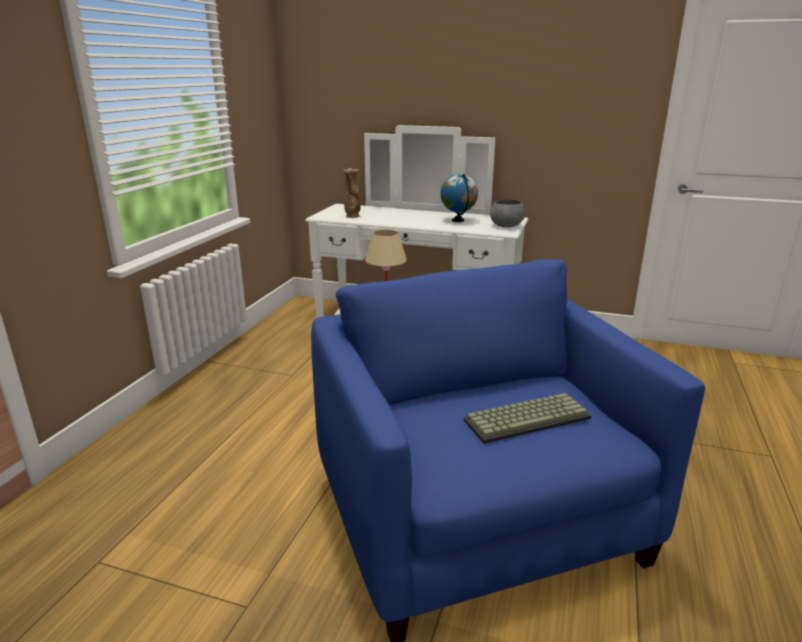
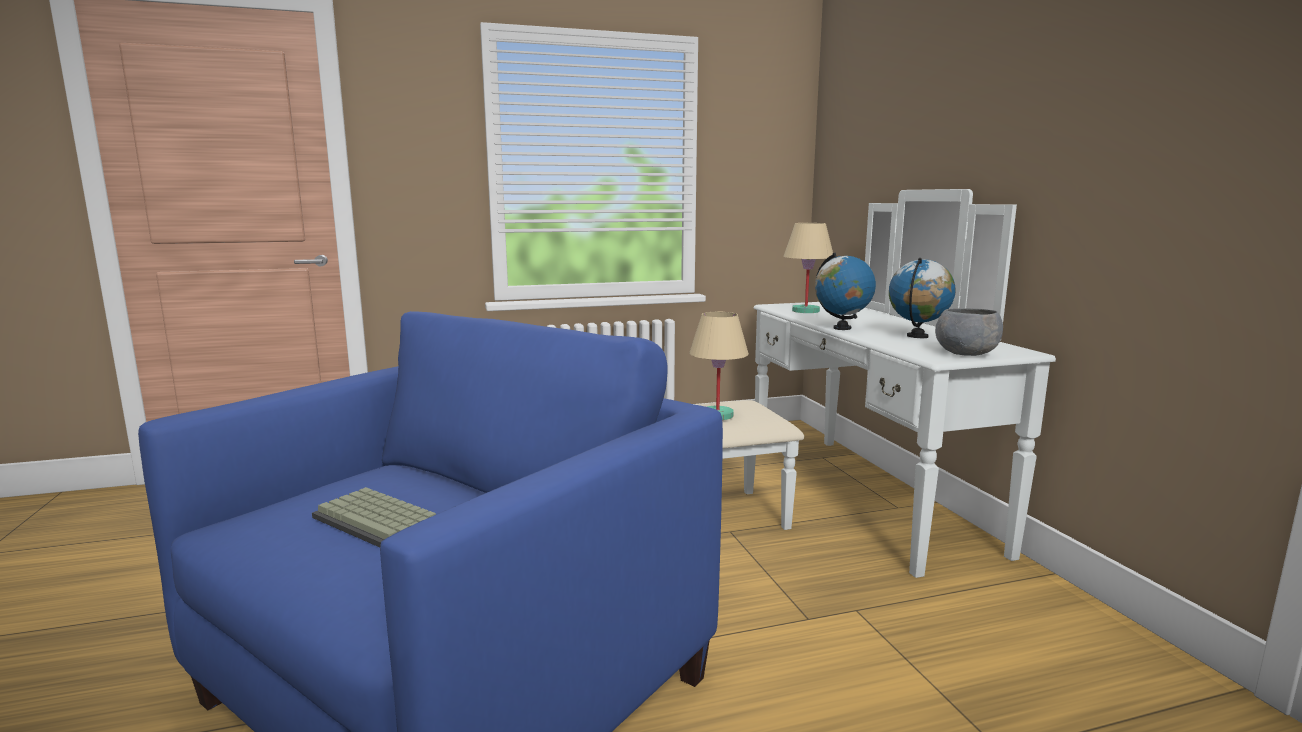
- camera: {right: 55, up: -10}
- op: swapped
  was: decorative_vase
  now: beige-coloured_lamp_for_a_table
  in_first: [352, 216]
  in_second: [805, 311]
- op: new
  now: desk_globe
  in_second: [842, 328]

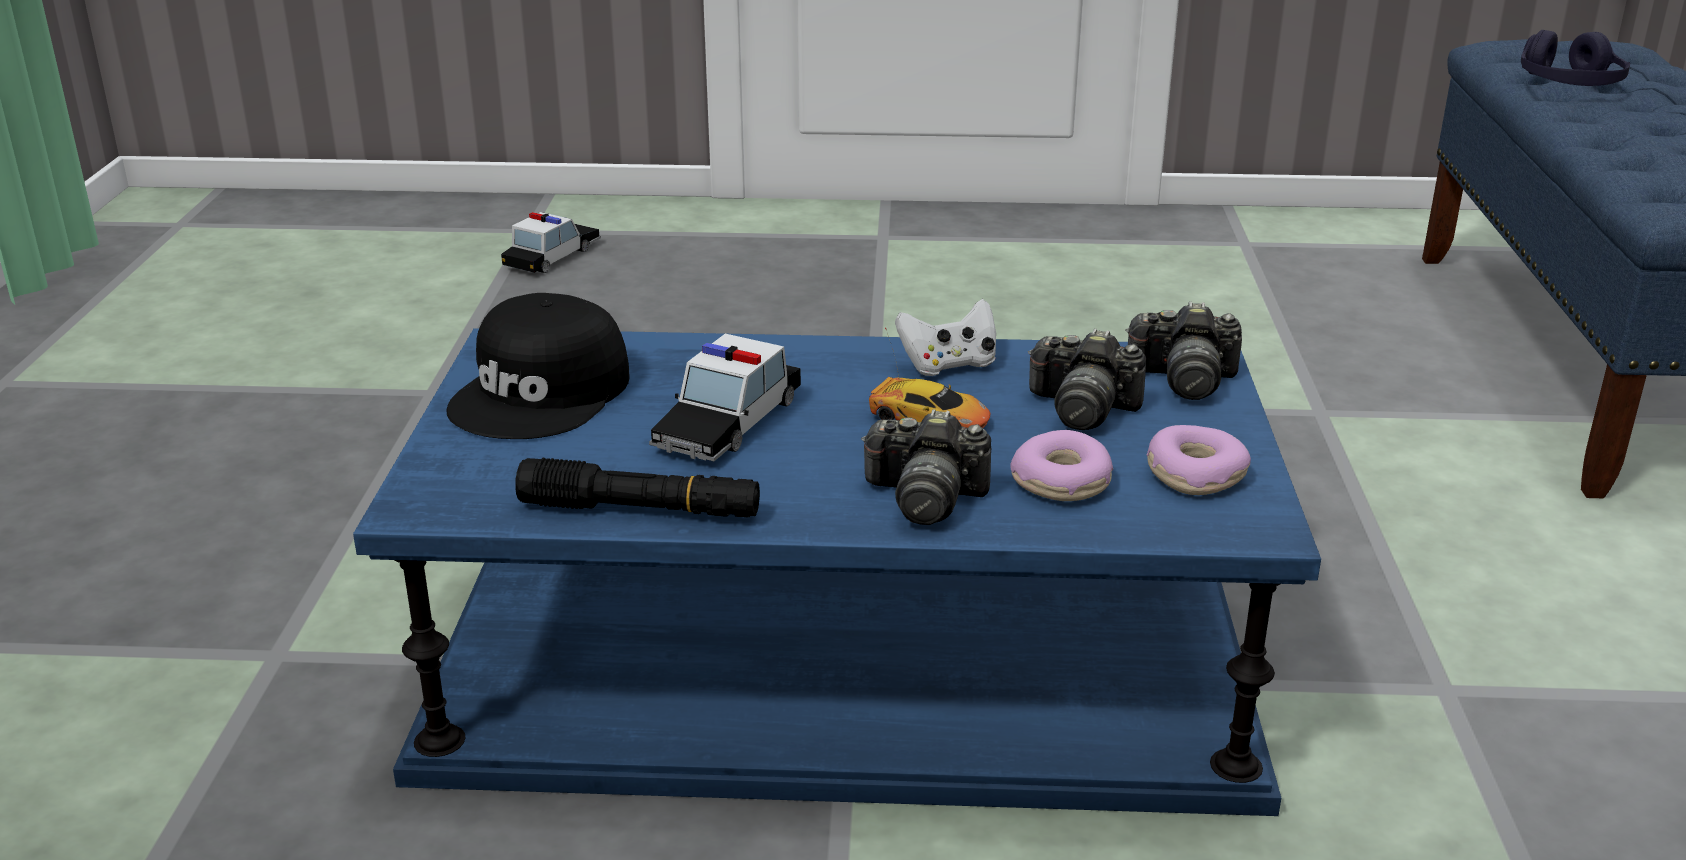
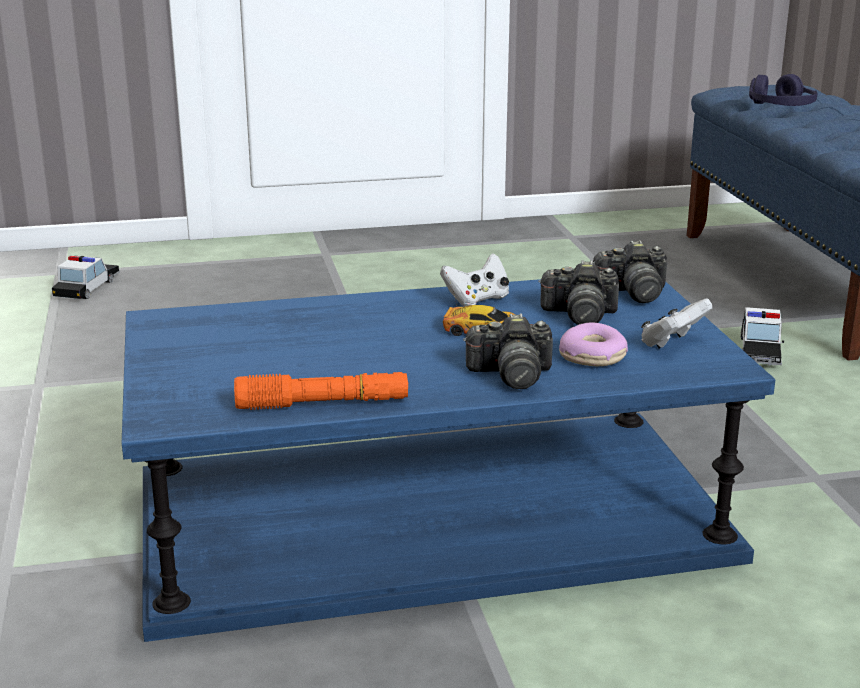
- camera: {right: -15, up: -5}
- op: gone
  was: blackish_cap
  in_first: [543, 393]
- op: shifted
  was: model_car
  in_first: [728, 423]
  in_second: [759, 350]
- op: swapped
  was: doughnut
  now: white-coloured_game_controller
  in_first: [1195, 474]
  in_second: [672, 343]
- op: repainted
  was: blackish_flashlight
  now: orange-coloured_flashlight
  in_first: [640, 510]
  in_second: [323, 404]

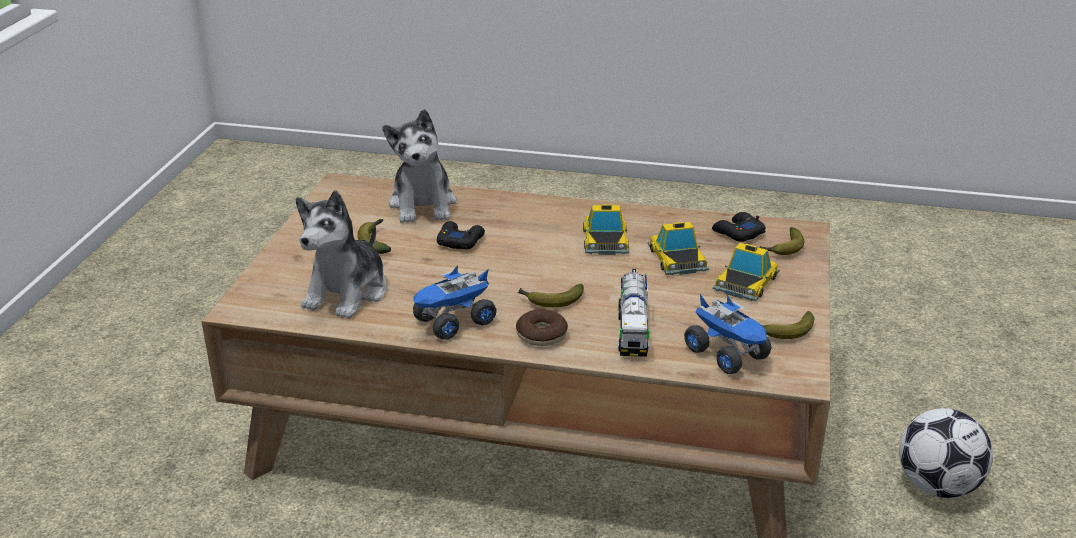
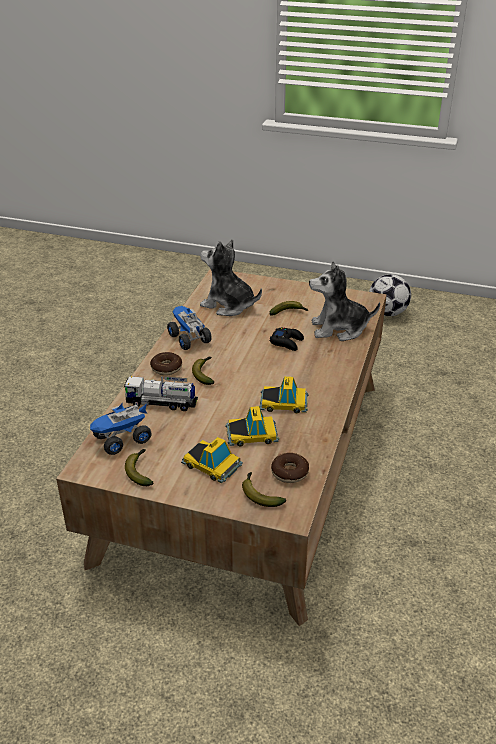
- camera: {right: 95, up: 5}
- op: swapped
  was: blackish_game_controller
  now: doughnut
  in_first: [737, 233]
  in_second: [289, 472]
- op: shifted
  was: football
  in_first: [937, 486]
  in_second: [387, 313]

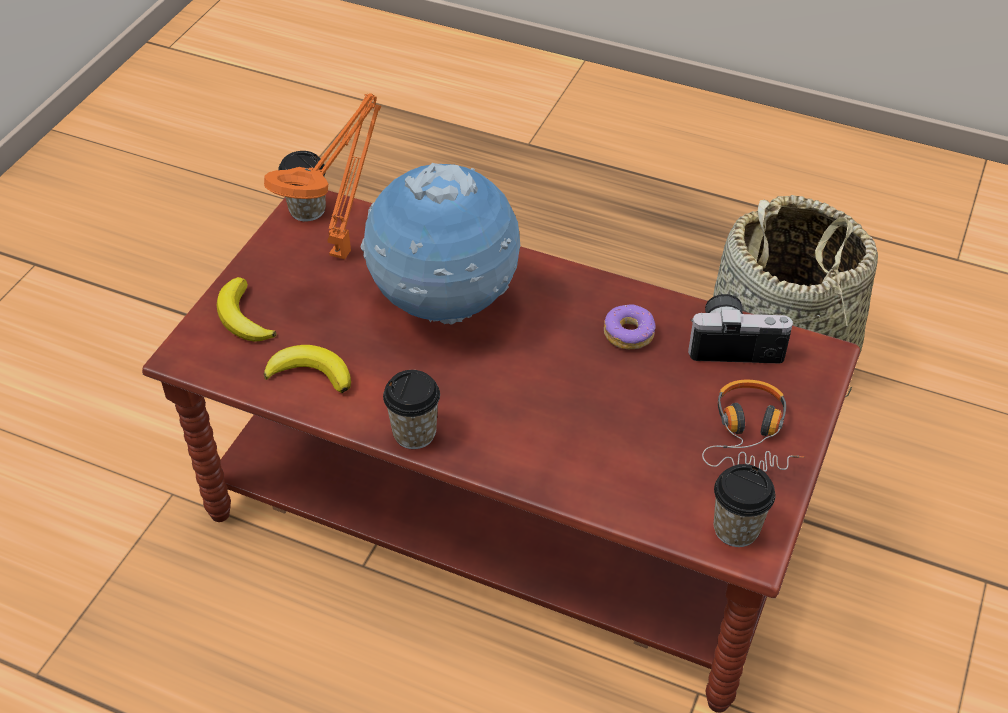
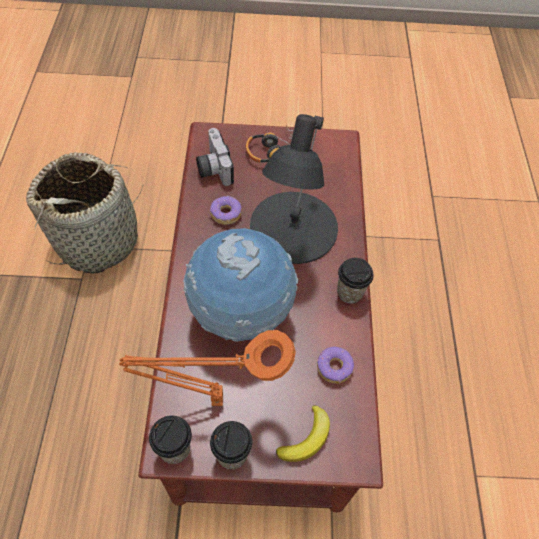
- camera: {right: -115, up: 10}
- op: swapped
  was: banana_fruit
  now: doughnut
  in_first: [311, 373]
  in_second: [334, 368]
- op: shifted
  was: cup
  in_first: [736, 529]
  in_second: [232, 454]
- op: new
  now: blackish_lamp_for_a_table
  in_second: [292, 228]

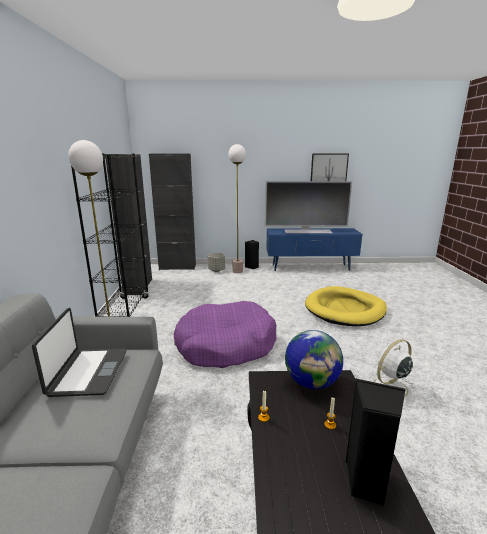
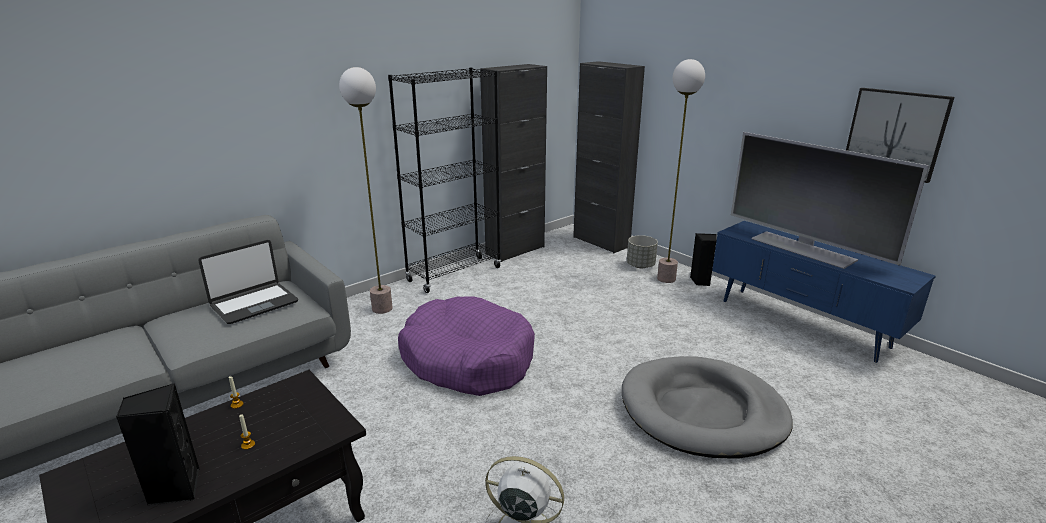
- camera: {right: 50, up: 5}
- op: repainted
  was: yellow-coloured_pet_bed
  now: greyish_pet_bed
  in_first: [345, 309]
  in_second: [702, 411]
- op: gone
  was: desk_globe
  in_first: [312, 382]

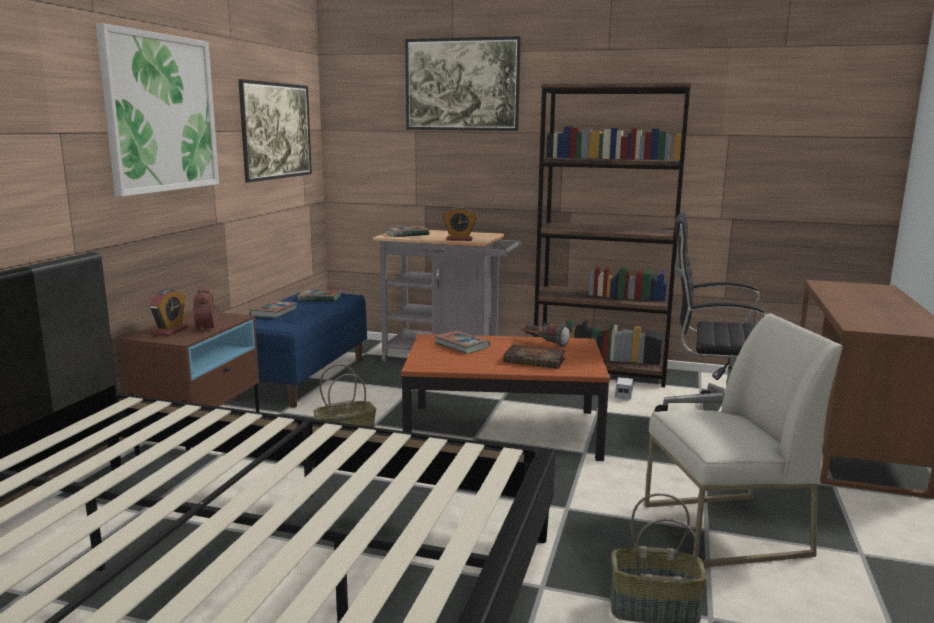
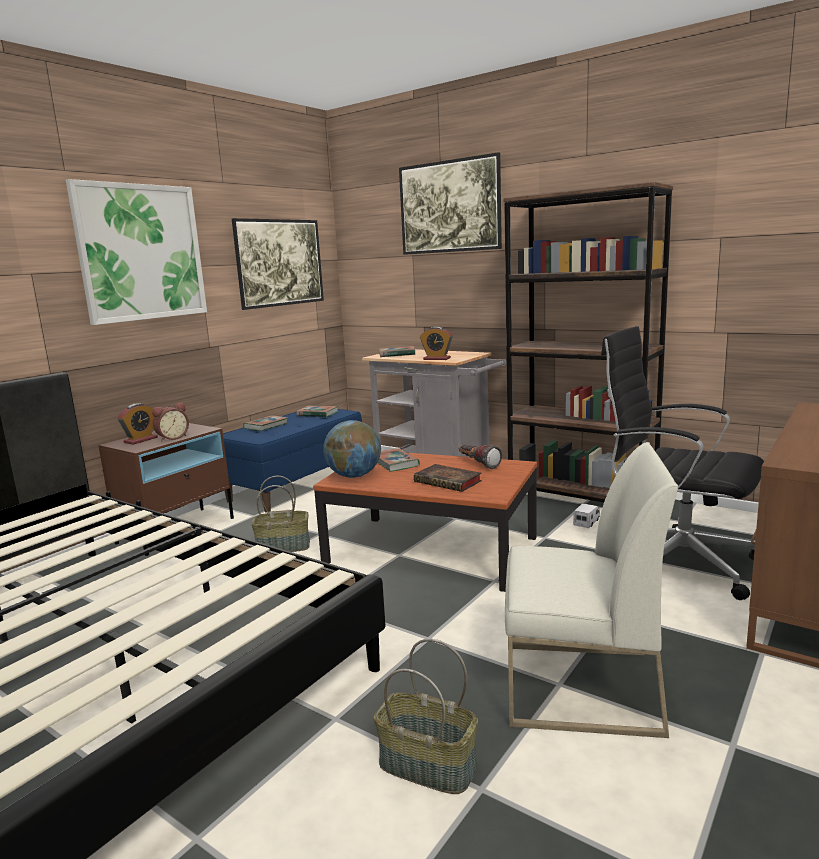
- camera: {right: 20, up: 0}
- op: rotated
  was: alarm_clock
  in_first: [208, 327]
  in_second: [172, 438]
  clockwise: -135
- op: new
  now: desk_globe
  in_second: [354, 476]

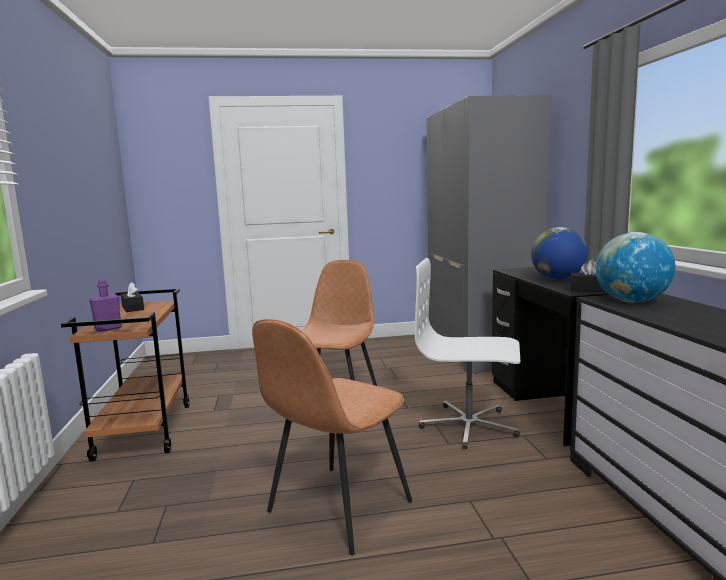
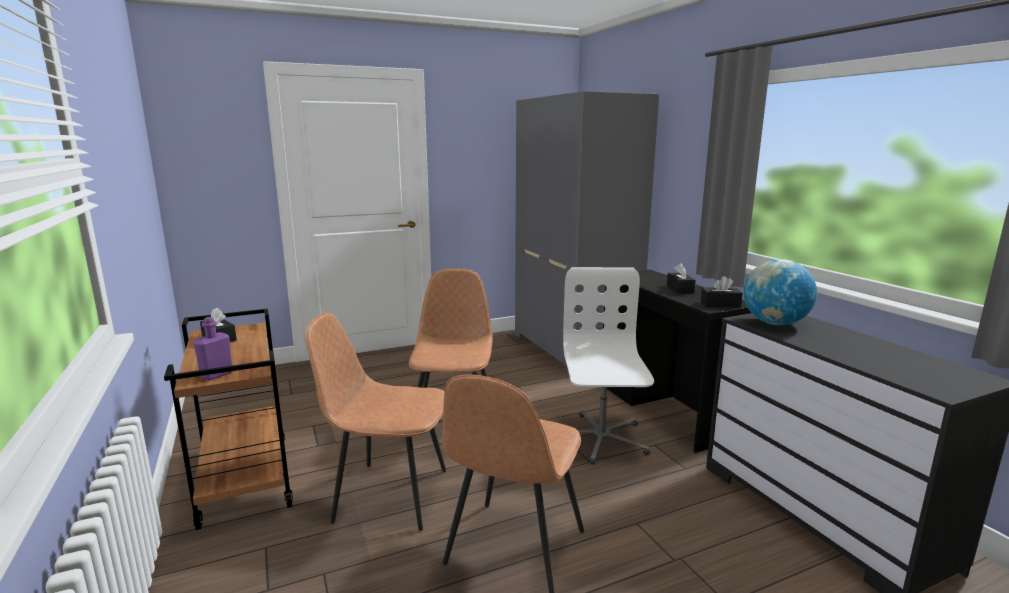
- camera: {right: -15, up: 5}
- op: swapped
  was: desk_globe
  now: blackish_box_of_tissues
  in_first: [558, 279]
  in_second: [680, 289]
- op: rotated
  was: white-coloured_computer_chair
  in_first: [469, 426]
  in_second: [600, 439]
  clockwise: 90
- op: new
  now: brown_upright_chair
  in_second: [388, 494]

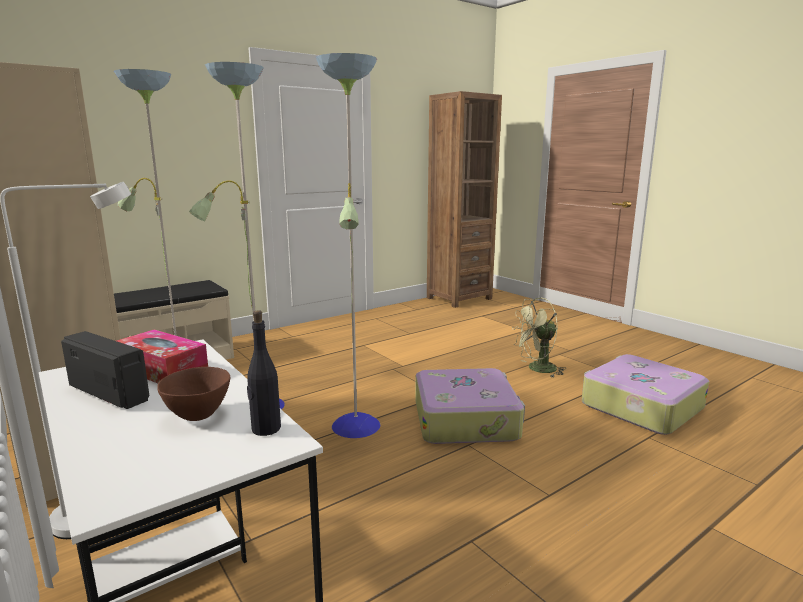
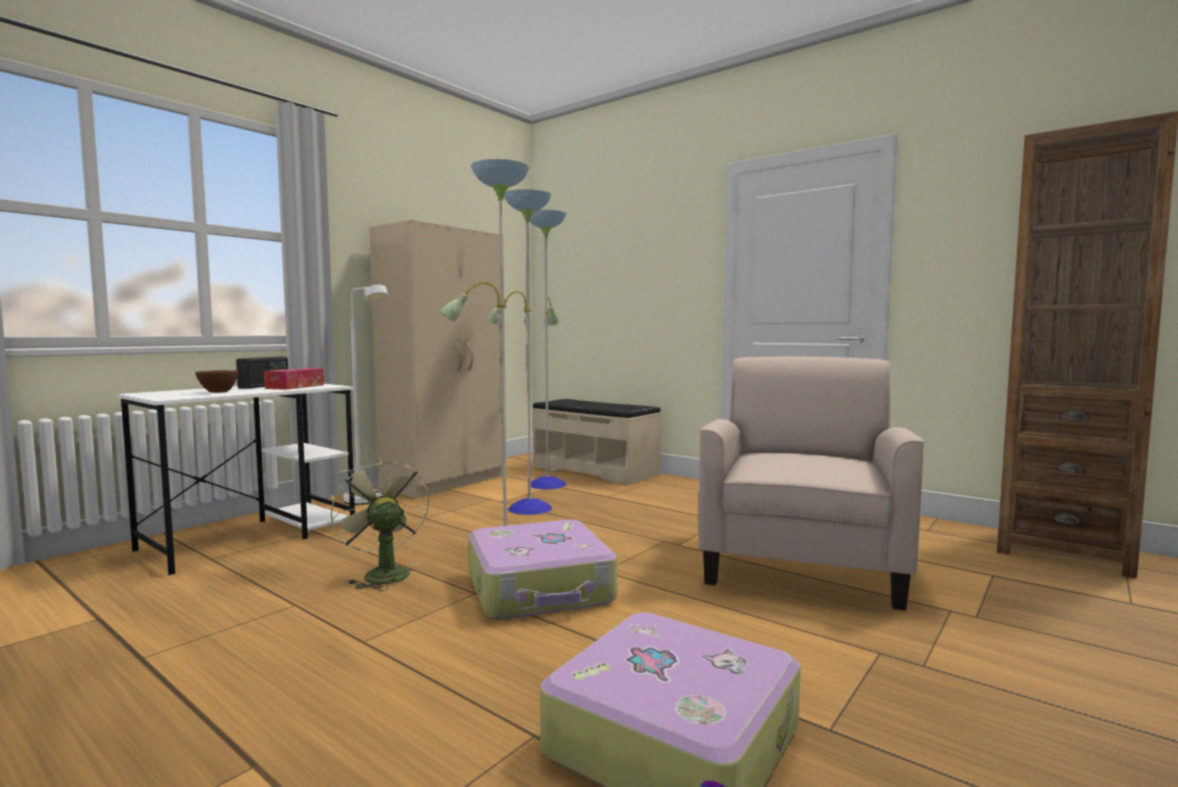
- camera: {right: 75, up: -10}
- op: shifted
  was: greenish_electric_fan
  in_first: [537, 369]
  in_second: [382, 573]
- op: gone
  was: blackish_beverage_bottle
  in_first: [265, 429]
- op: new
  now: beige-coloured_lounge_chair
  in_second: [801, 564]

